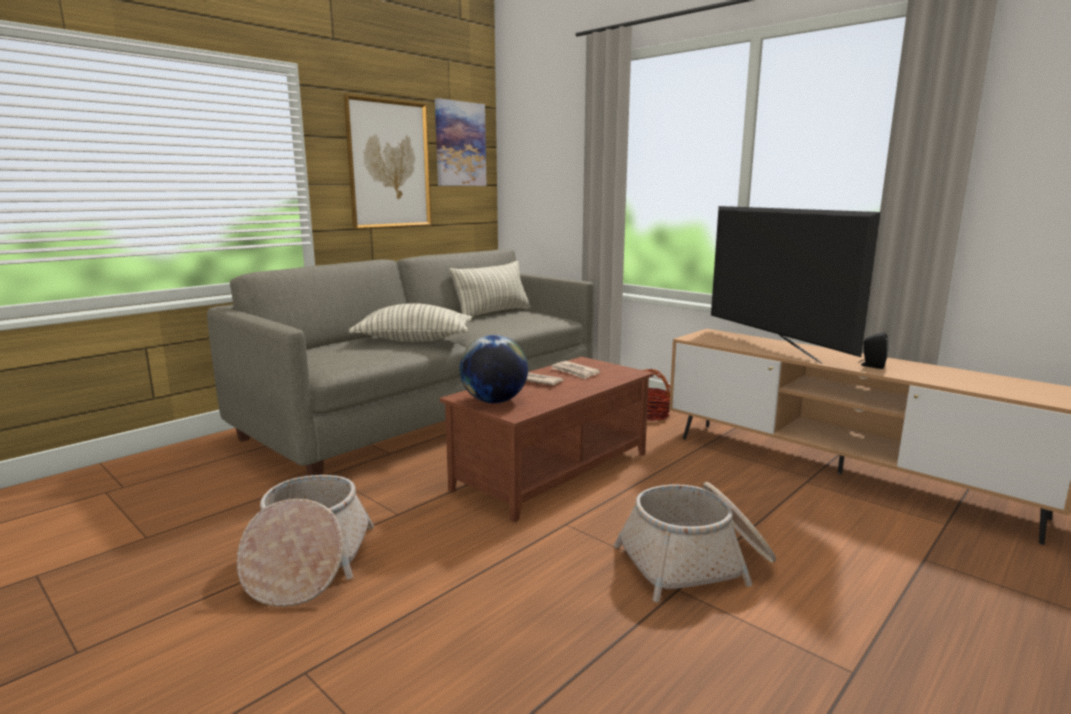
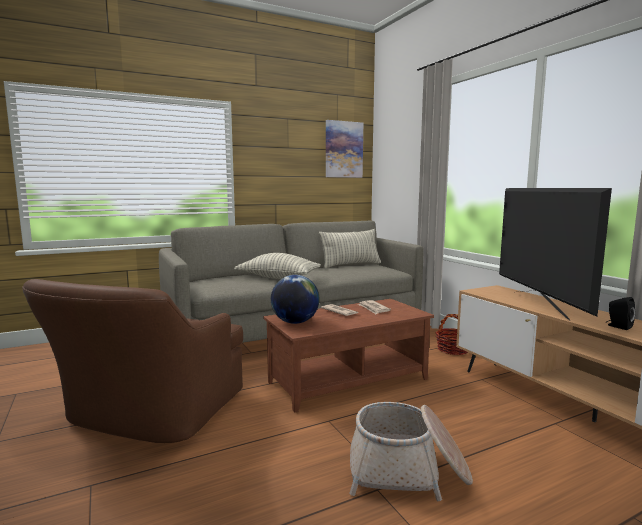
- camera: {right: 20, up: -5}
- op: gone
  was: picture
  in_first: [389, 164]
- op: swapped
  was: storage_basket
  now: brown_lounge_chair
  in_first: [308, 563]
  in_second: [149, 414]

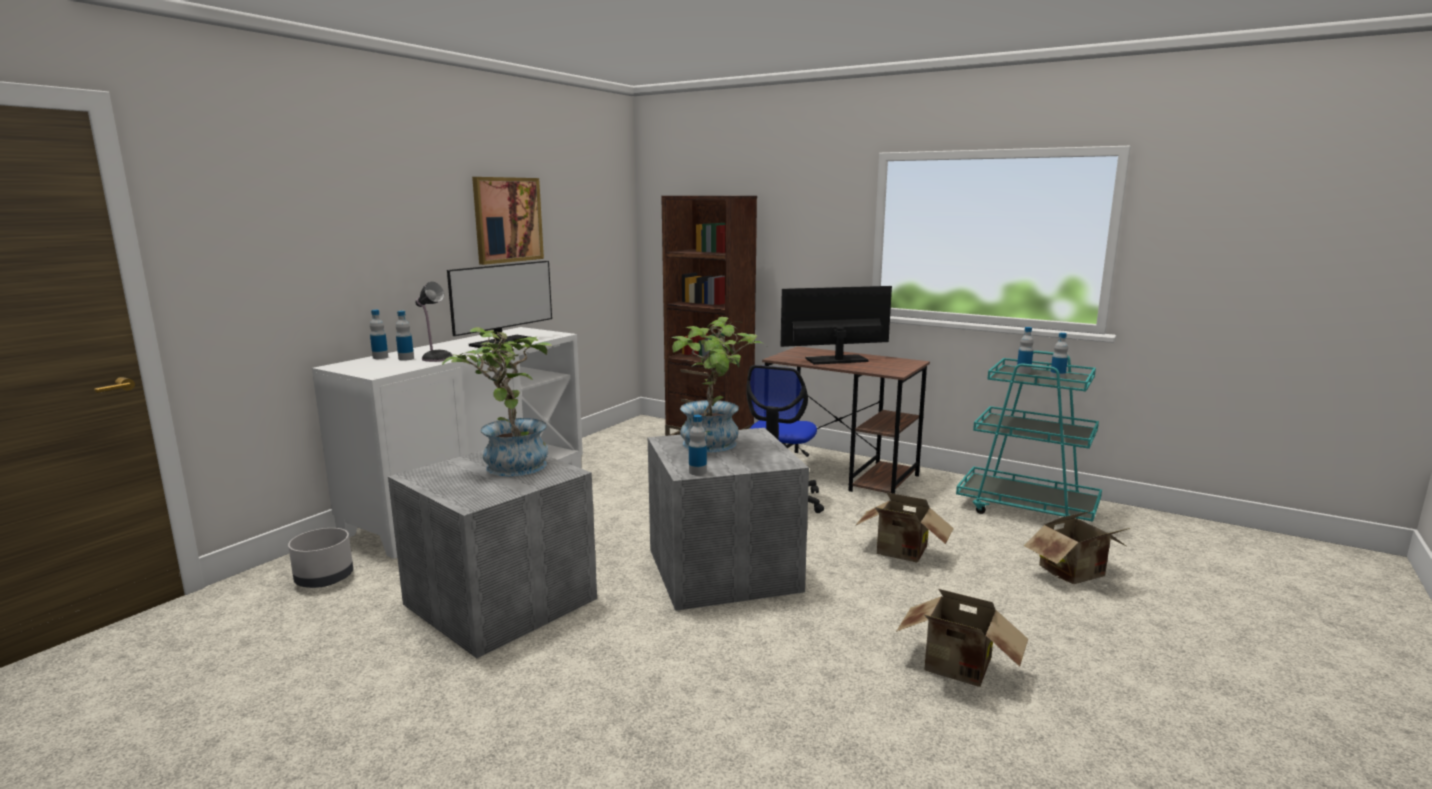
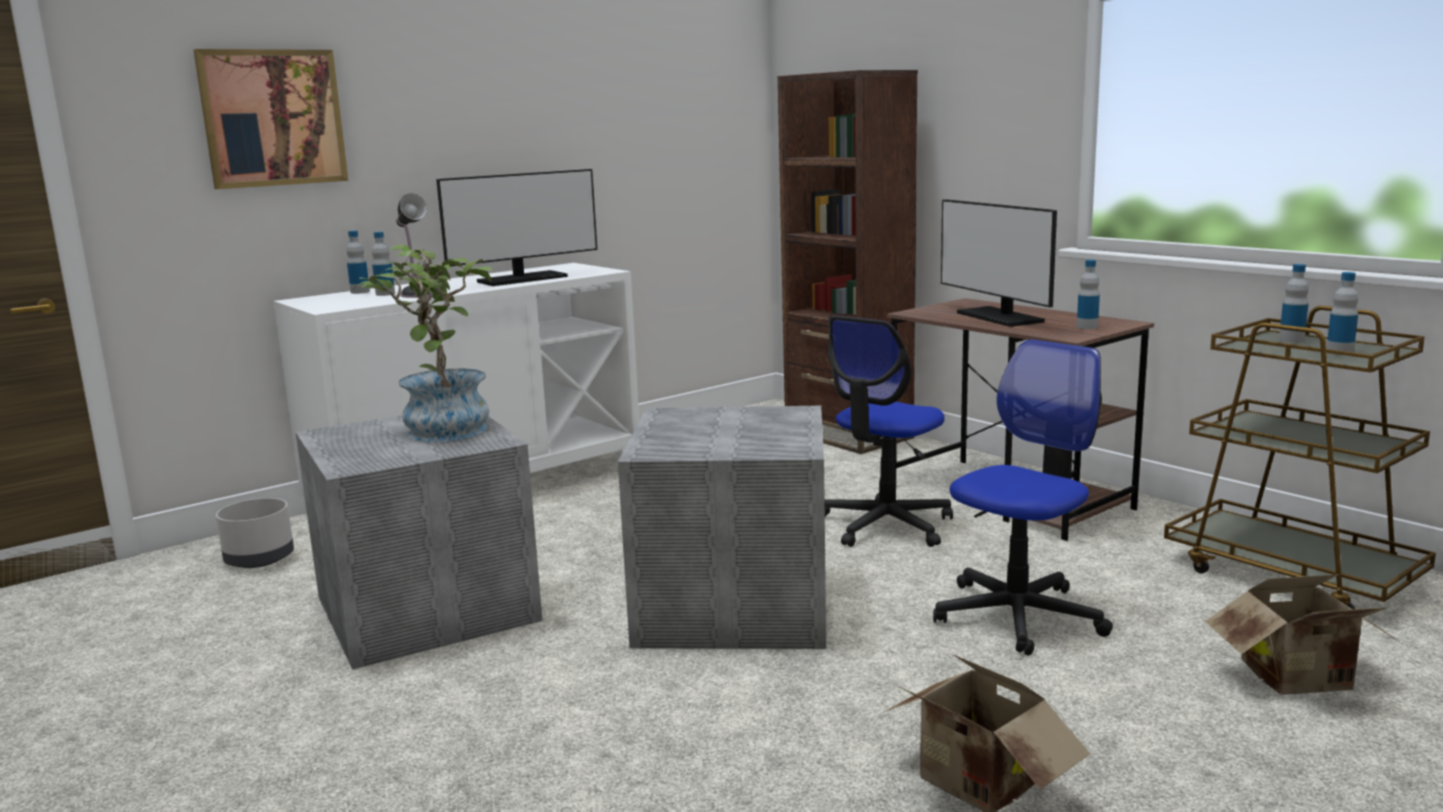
- camera: {right: 20, up: 0}
- op: shifted
  was: picture
  in_first: [507, 220]
  in_second: [273, 118]
- op: rotated
  was: monitor
  in_first: [836, 360]
  in_second: [999, 317]
  clockwise: -120
- op: gone
  was: plant_in_a_pot
  in_first: [715, 445]
- op: repainted
  was: turquoise_wheeled_cart
  now: brown_wheeled_cart
  in_first: [1027, 509]
  in_second: [1292, 575]
- op: shifted
  was: beverage_bottle
  in_first: [697, 472]
  in_second: [1087, 327]
- op: swapped
  was: carton
  now: computer_chair
  in_first: [902, 554]
  in_second: [1018, 616]

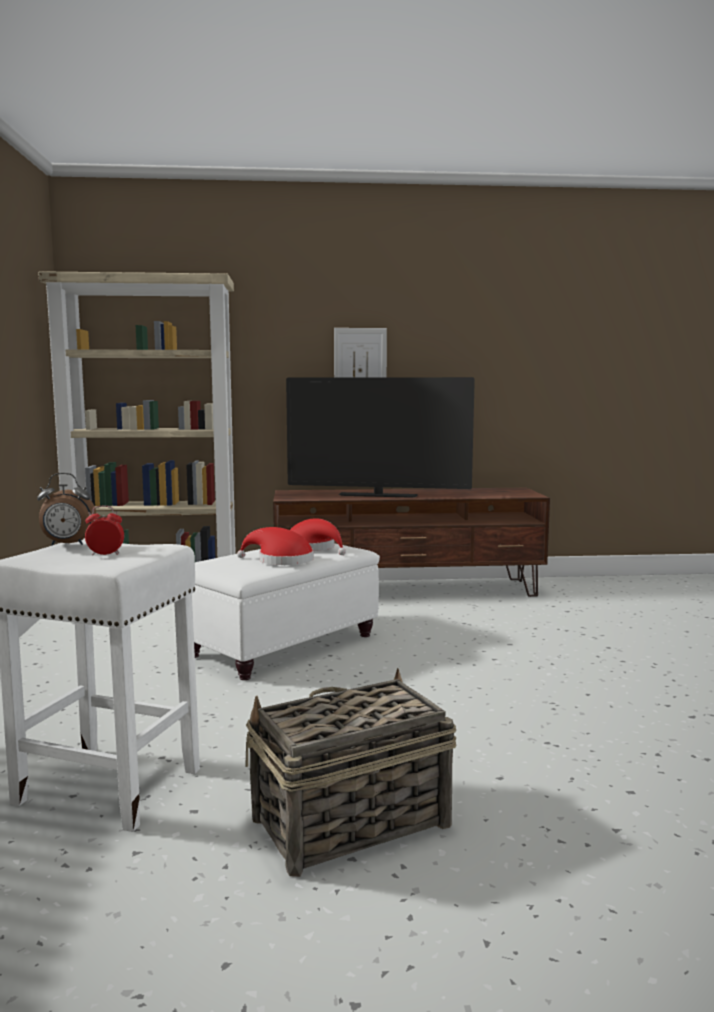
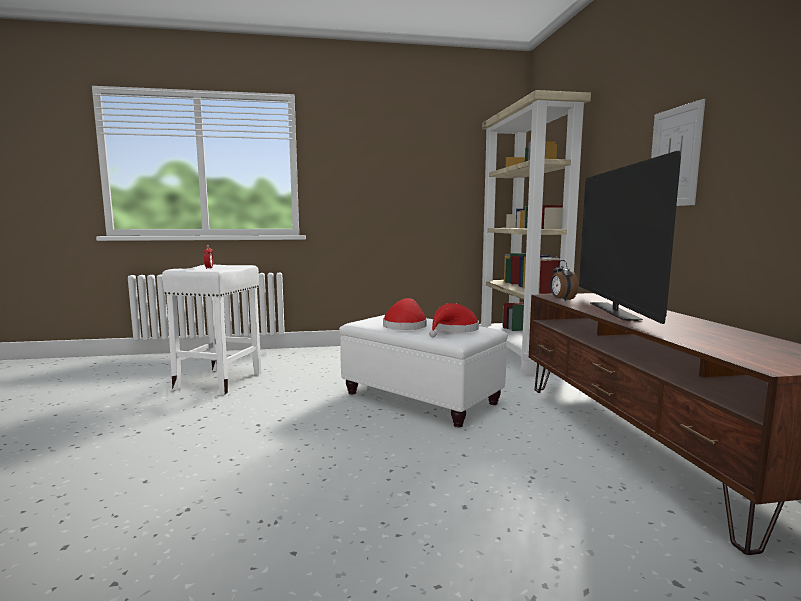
- camera: {right: 85, up: 0}
- op: shifted
  was: alarm_clock
  in_first: [67, 545]
  in_second: [561, 300]
- op: gone
  was: storage_basket
  in_first: [348, 822]

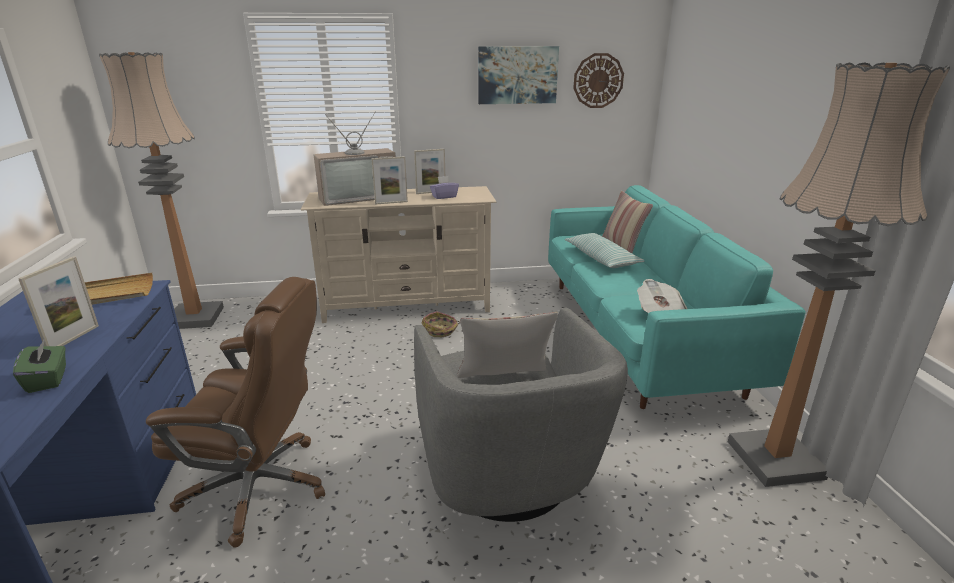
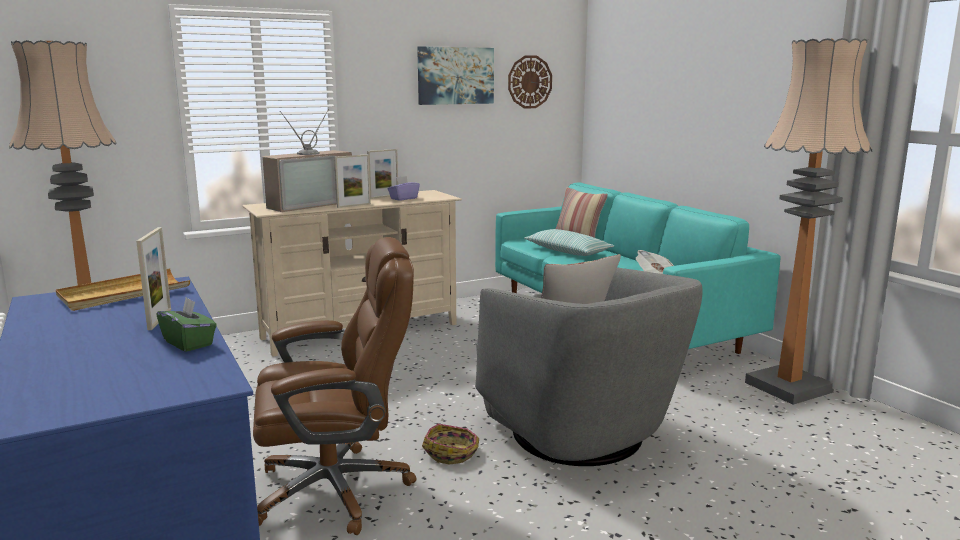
- camera: {right: -20, up: -10}
- op: shifted
  was: storage_basket
  in_first: [440, 330]
  in_second: [452, 453]

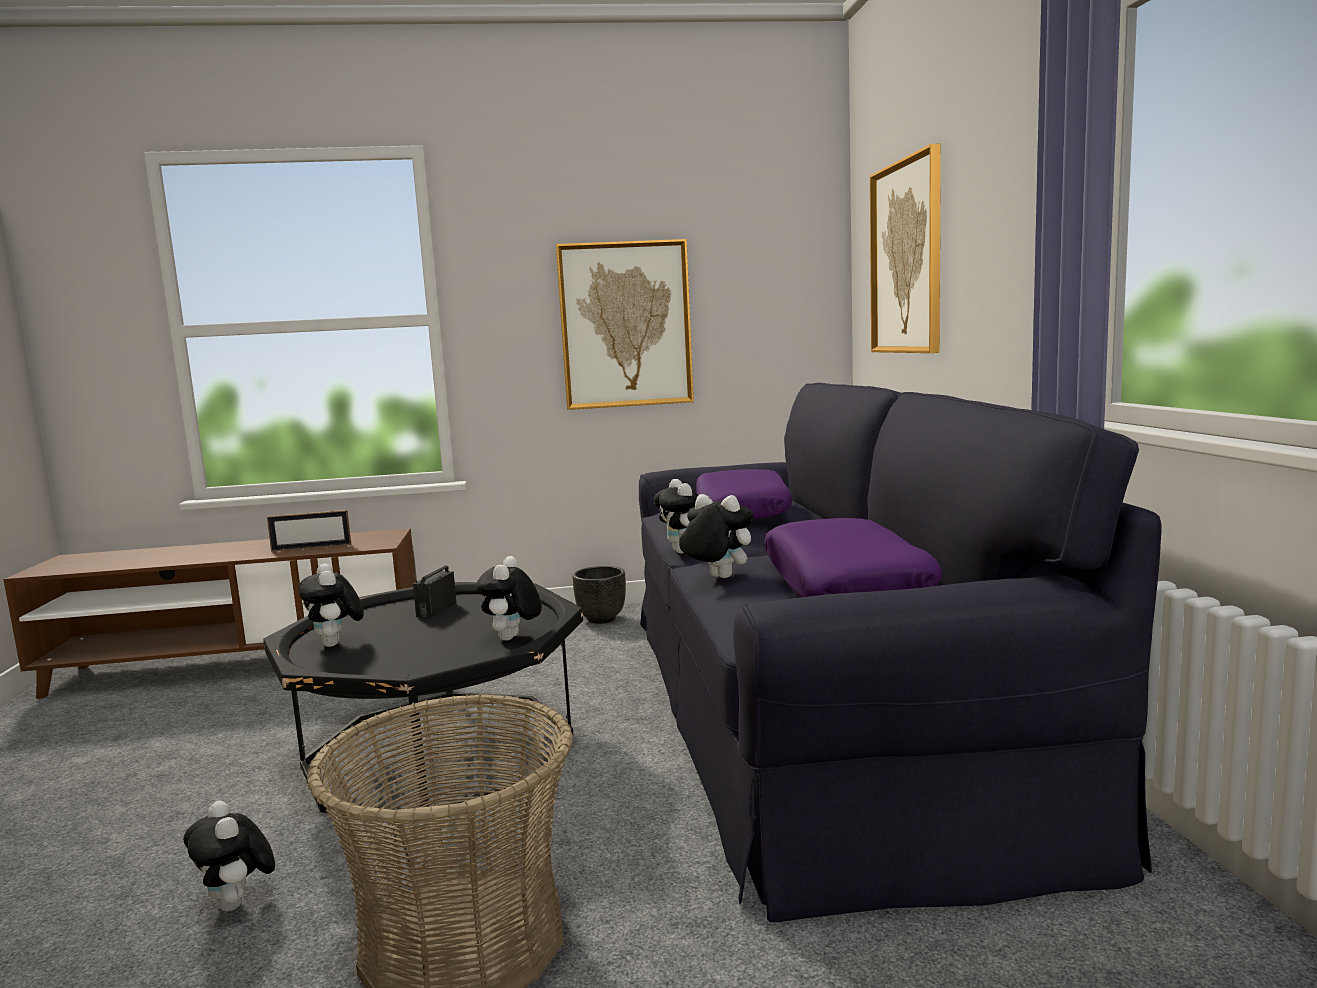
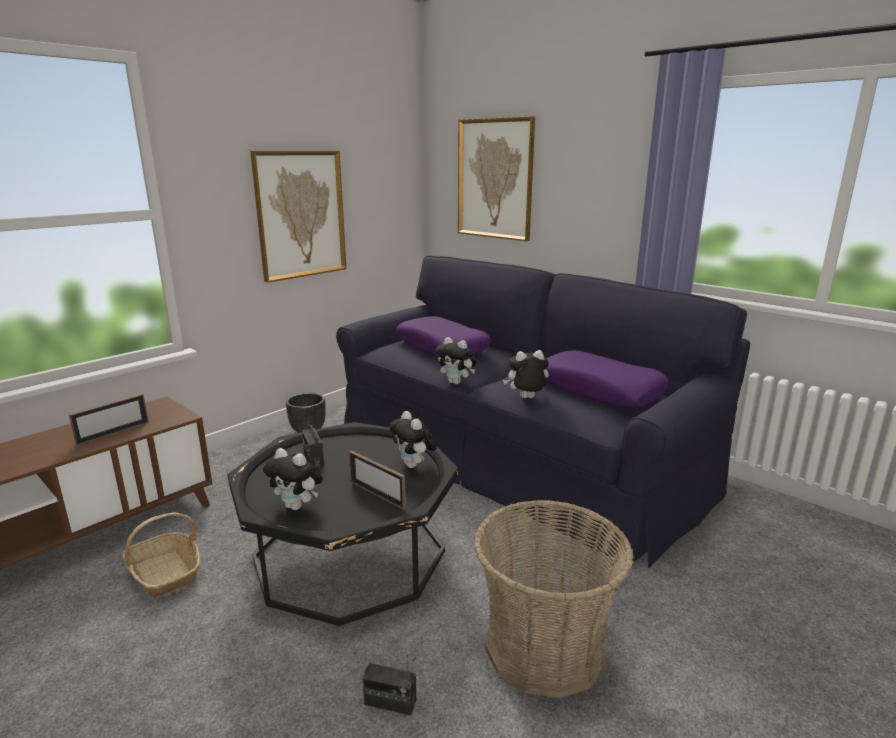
- camera: {right: -40, up: 10}
- op: swapped
  was: cuddly_toy
  now: radio_set
  in_first: [238, 904]
  in_second: [390, 702]
- op: new
  now: standing_frame
  in_second: [377, 494]
- op: new
  now: storage_basket
  in_second: [165, 573]

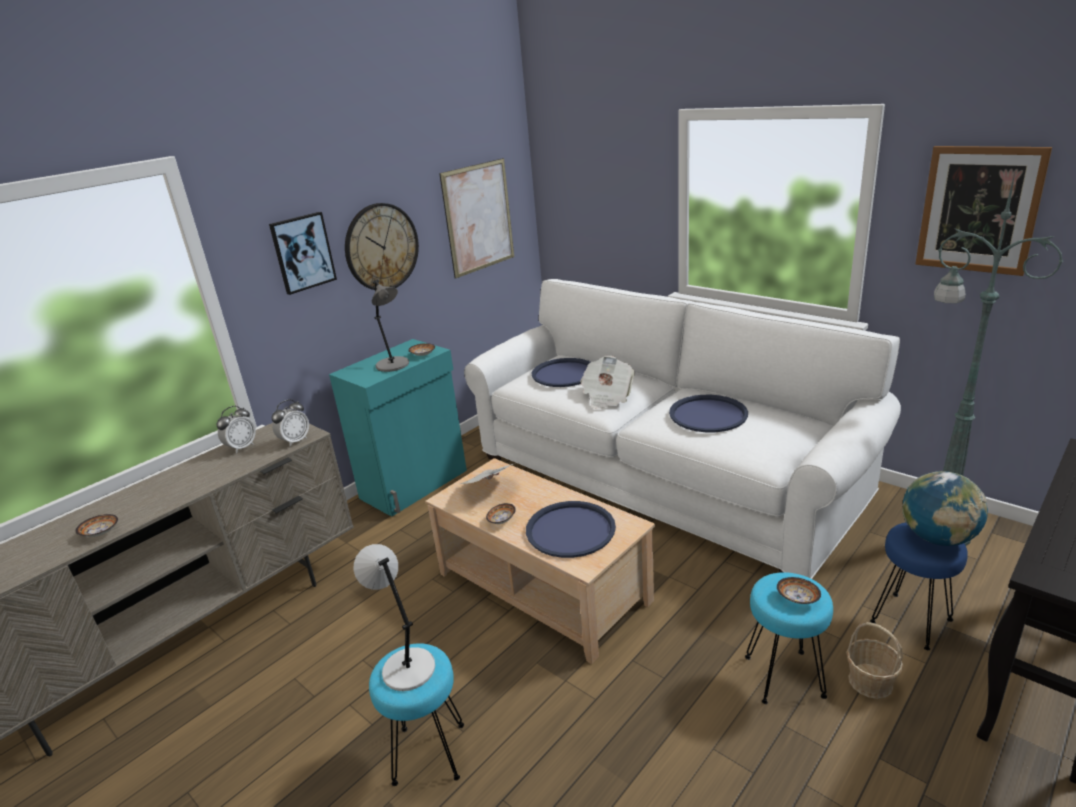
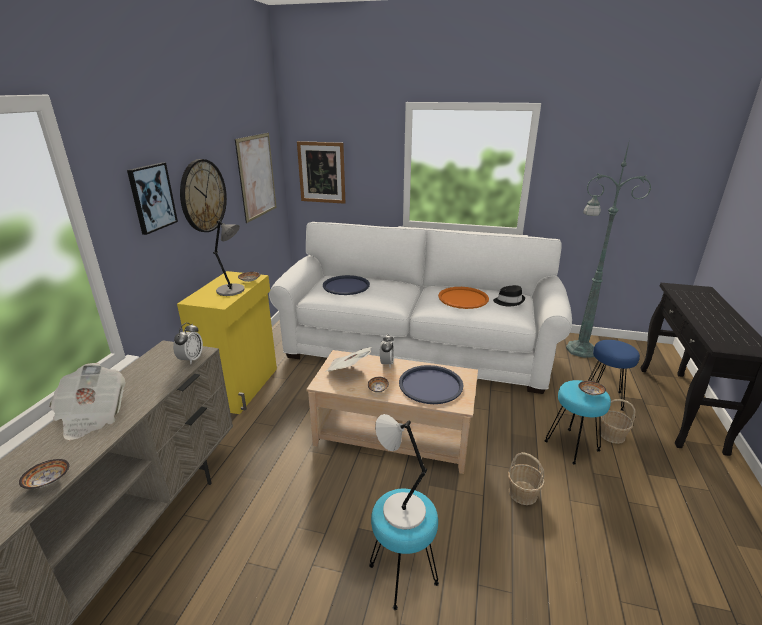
- camera: {right: -30, up: 0}
- op: shifted
  was: picture
  in_first: [978, 210]
  in_second: [321, 172]
- op: repainted
  was: turquoise_cupboard
  now: yellow-coloured_cupboard
  in_first: [415, 484]
  in_second: [242, 386]
- op: shifted
  was: daily_paper
  in_first: [607, 396]
  in_second: [92, 415]
- op: repainted
  was: blue-coloured_tray
  now: orange-coloured_tray
  in_first: [708, 414]
  in_second: [463, 298]
- op: shifted
  was: alarm_clock
  in_first: [241, 447]
  in_second: [387, 363]
- op: gone
  was: desk_globe
  in_first: [937, 538]
- op: new
  now: blackish_clothing_hat
  in_second: [509, 301]
- op: new
  now: storage_basket
  in_second: [522, 493]

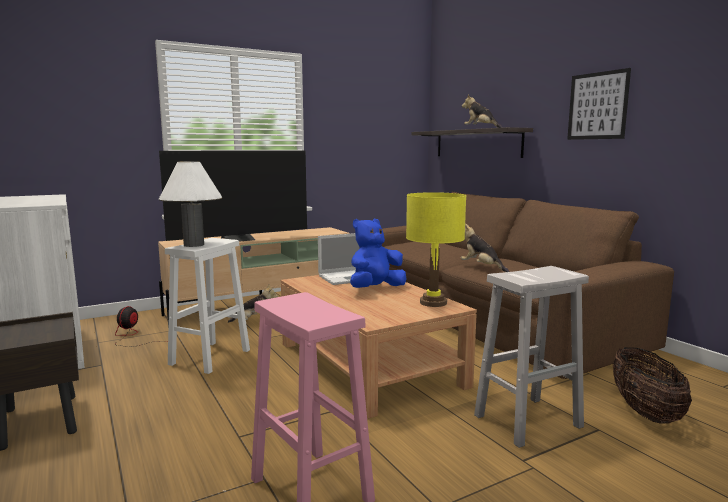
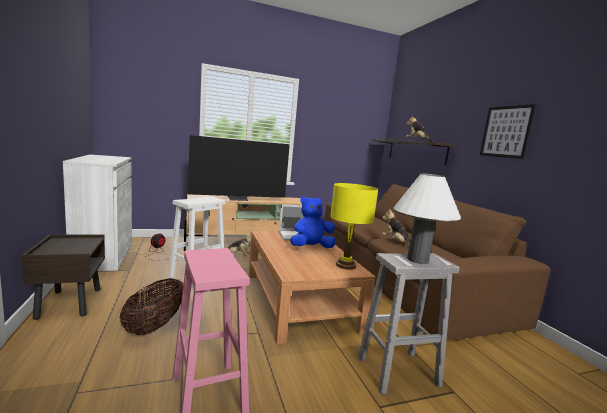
- camera: {right: 10, up: 0}
- op: shifted
  was: white-coloured_lamp_for_a_table
  in_first: [194, 245]
  in_second: [417, 260]
- op: shifted
  was: storage_basket
  in_first: [645, 412]
  in_second: [154, 325]

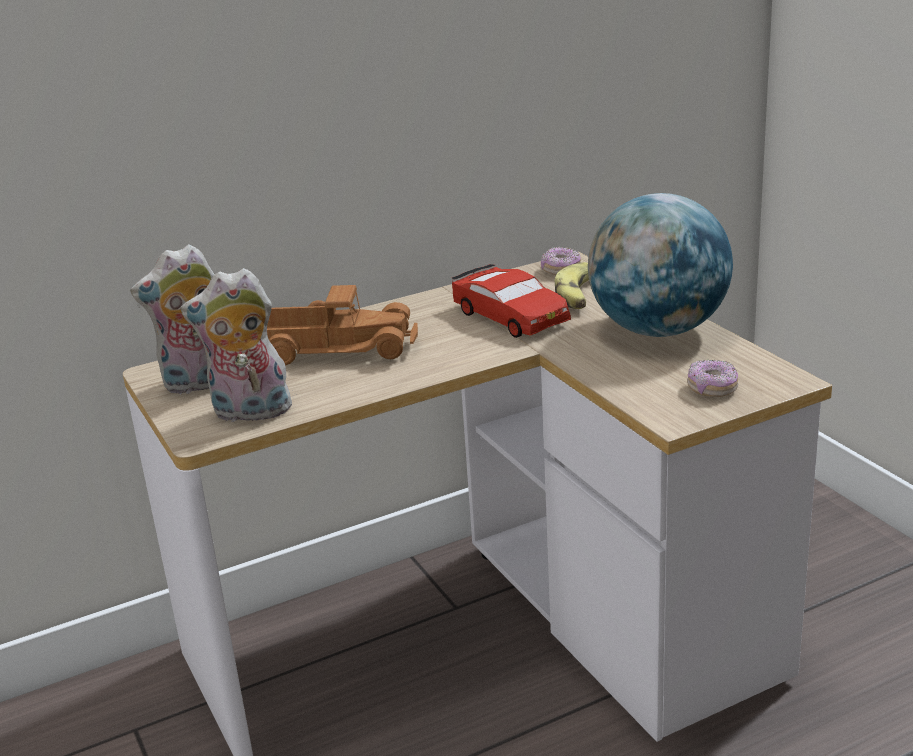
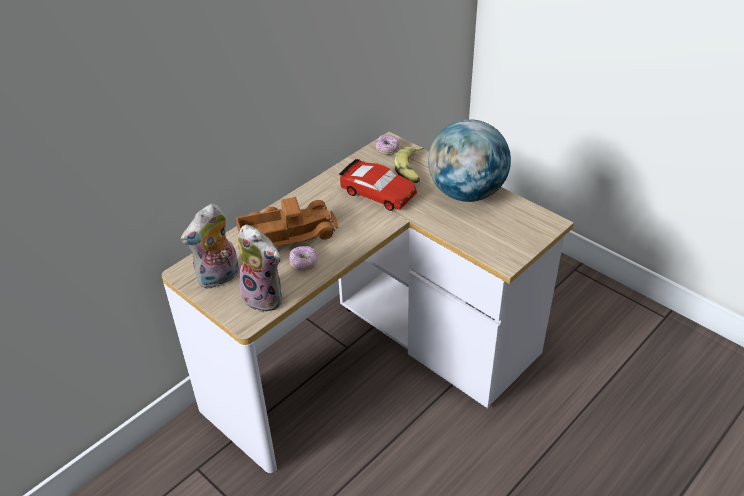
- camera: {right: -20, up: 15}
- op: rotated
  was: cuddly_toy
  in_first: [249, 413]
  in_second: [265, 297]
  clockwise: -120
- op: shifted
  was: doughnut
  in_first: [712, 389]
  in_second: [303, 263]

